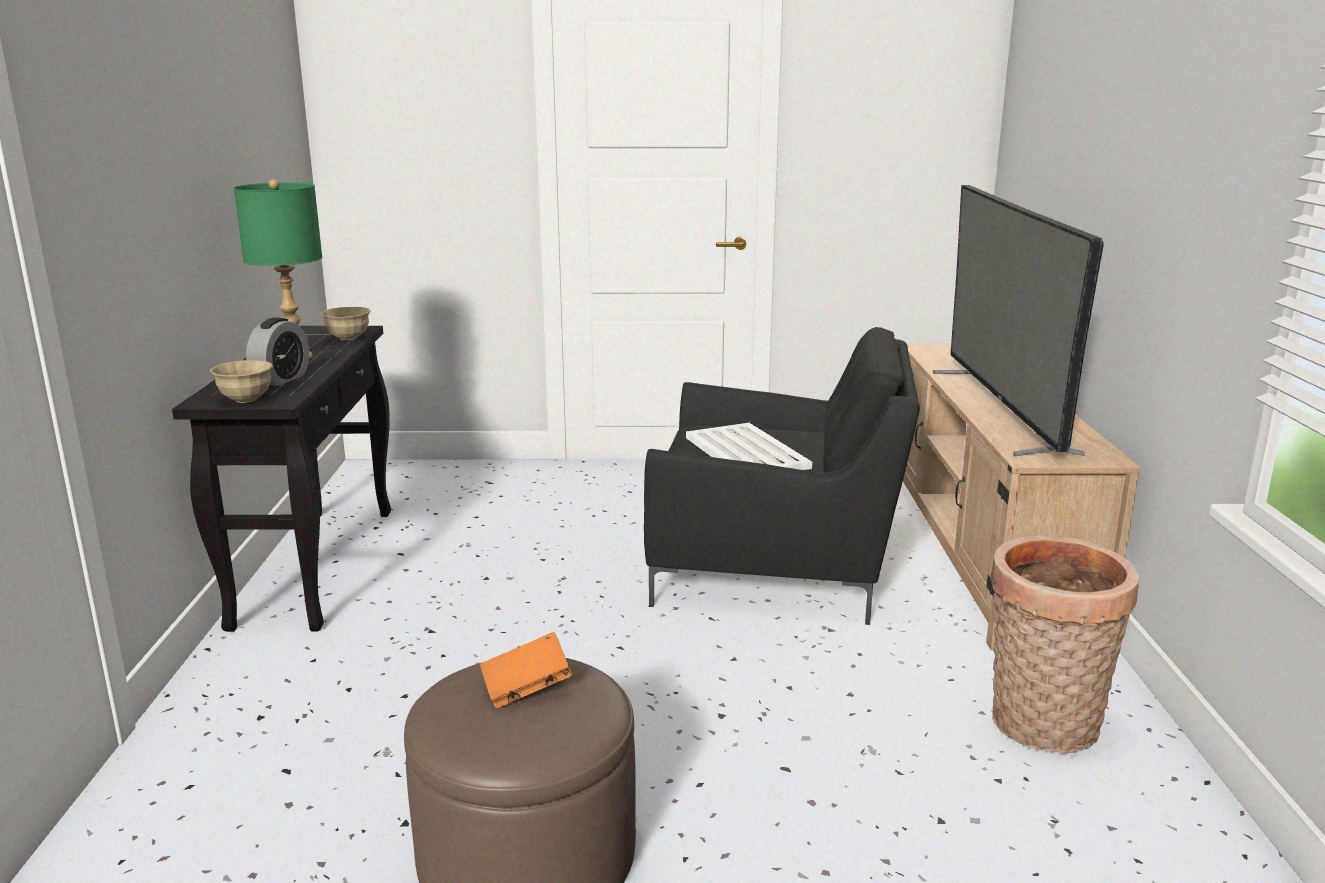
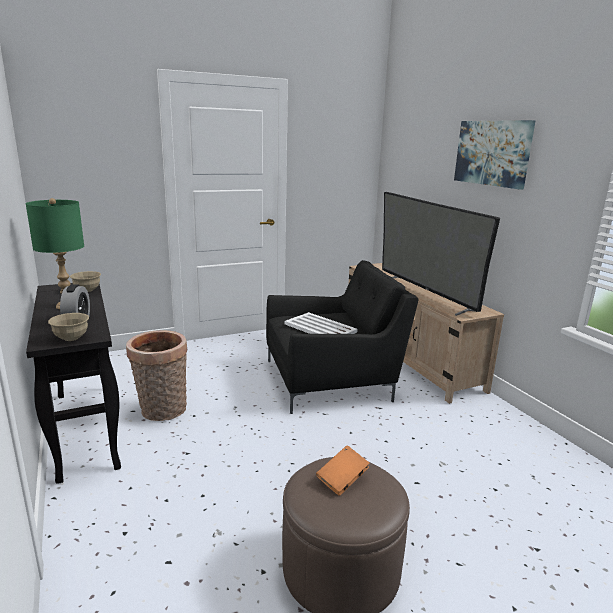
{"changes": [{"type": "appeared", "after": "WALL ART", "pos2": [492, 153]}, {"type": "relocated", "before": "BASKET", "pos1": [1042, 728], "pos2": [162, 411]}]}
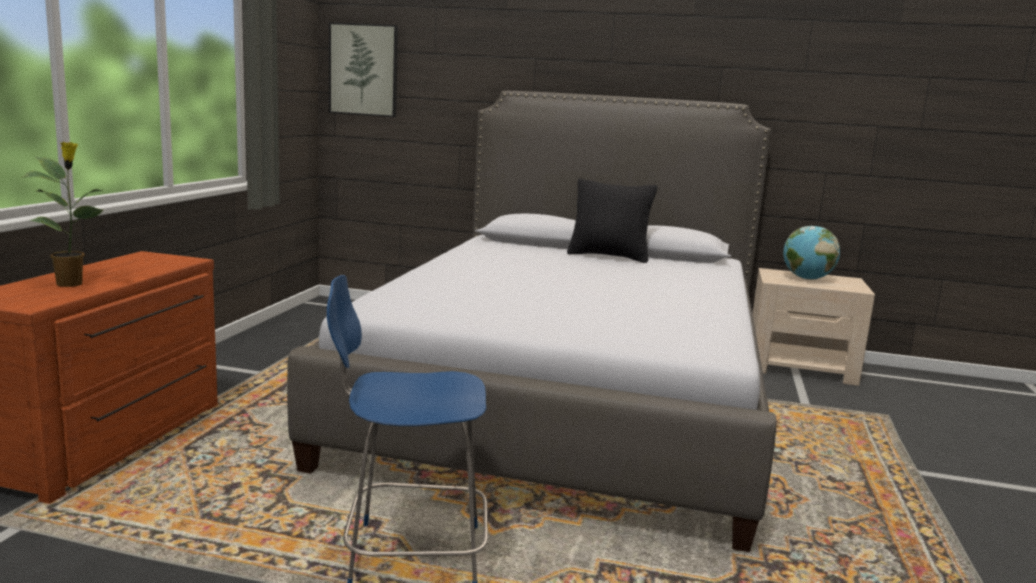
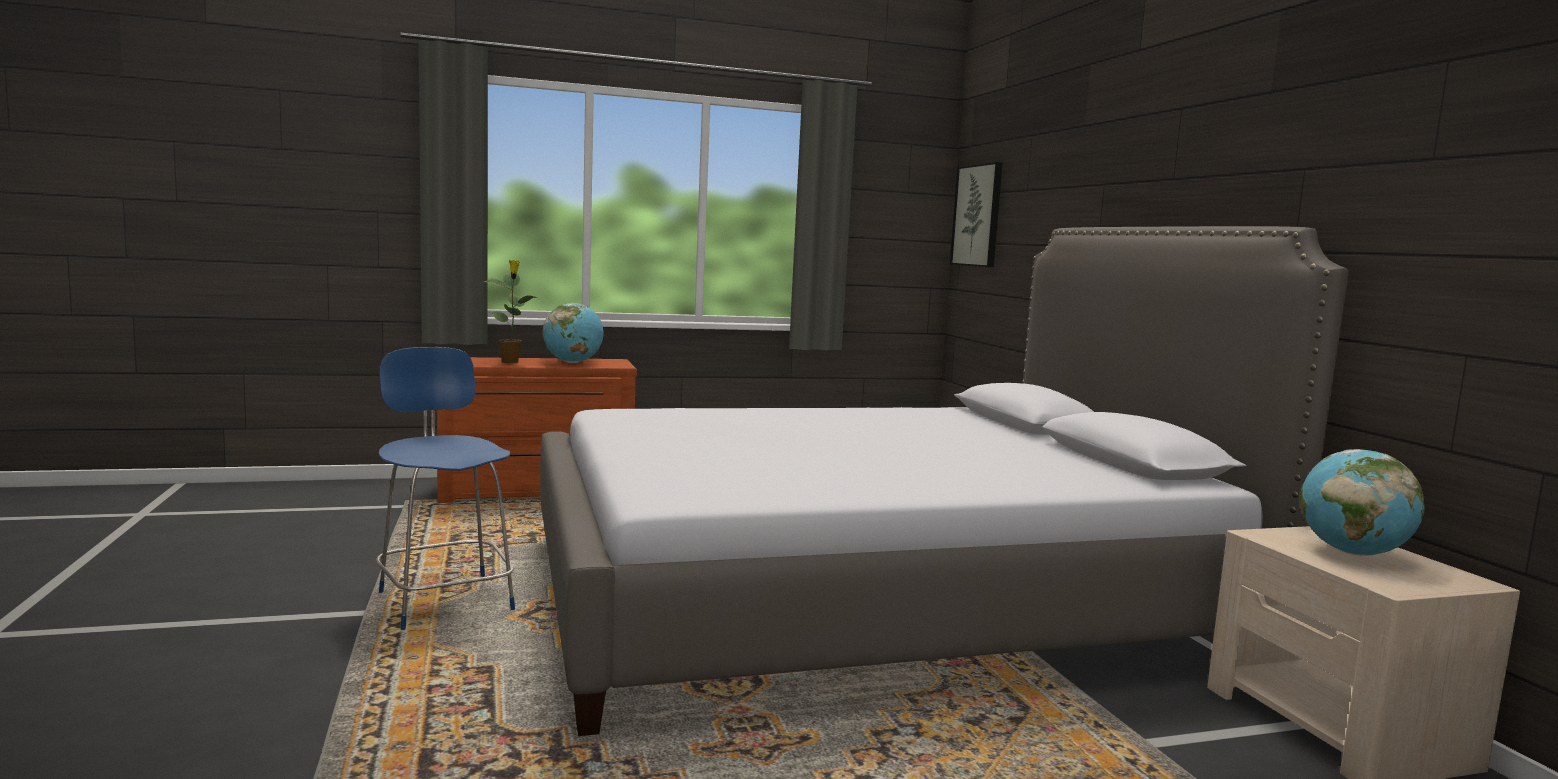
{"changes": [{"type": "missing", "before": "BLACK CUSHION", "pos1": [608, 256]}, {"type": "appeared", "after": "WORLD GLOBE", "pos2": [573, 362]}]}
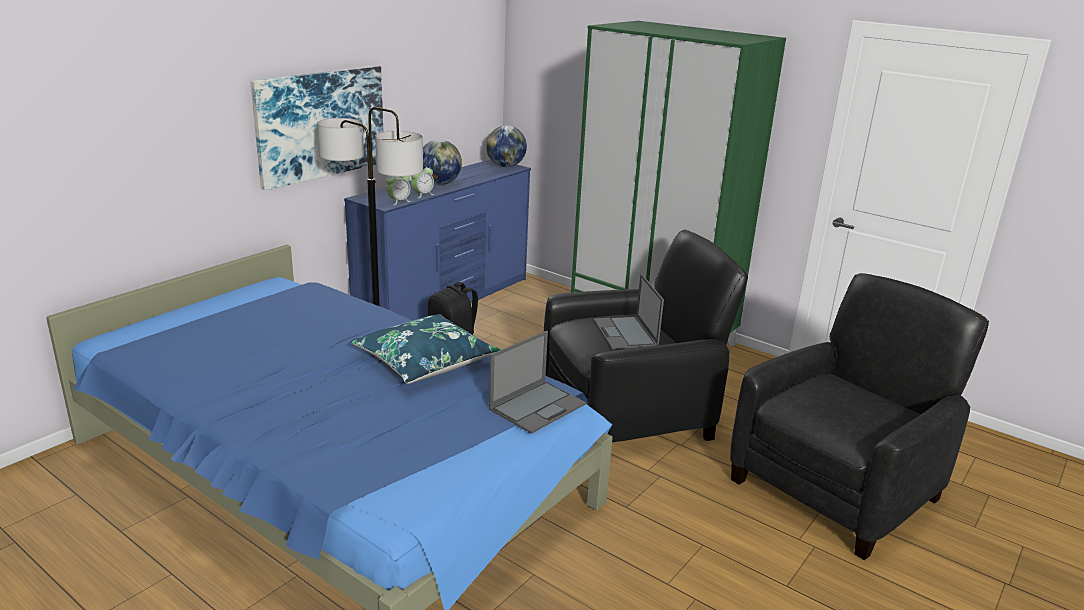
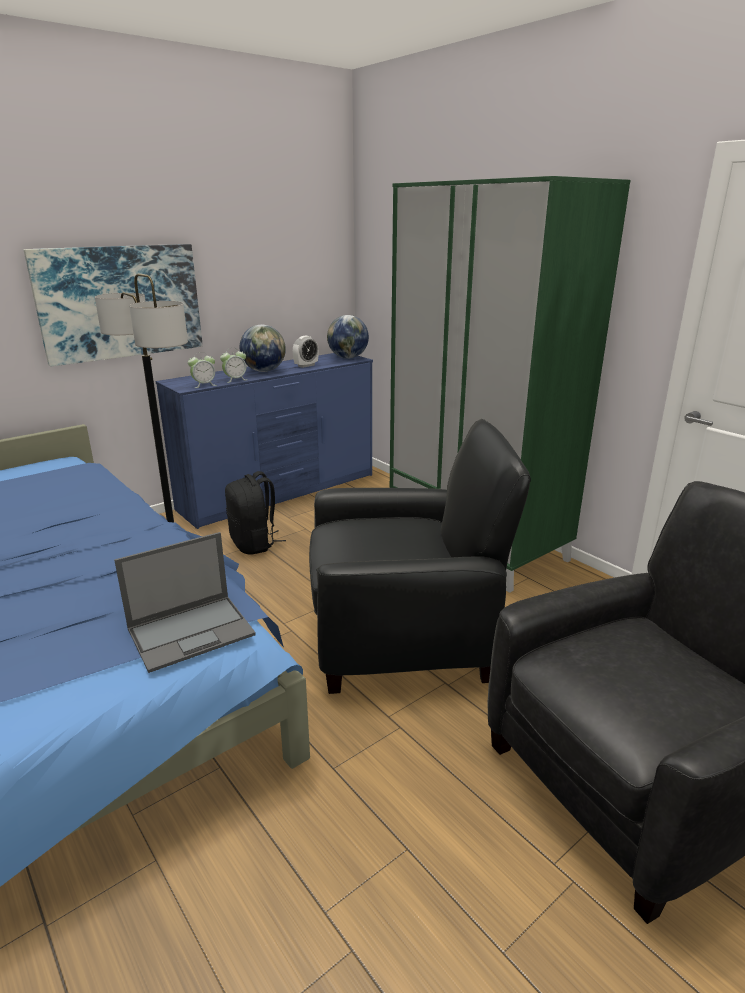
{"changes": [{"type": "missing", "before": "BLUISH CUSHION", "pos1": [425, 361]}, {"type": "missing", "before": "PORTABLE COMPUTER", "pos1": [625, 333]}, {"type": "appeared", "after": "ALARM CLOCK", "pos2": [306, 365]}]}
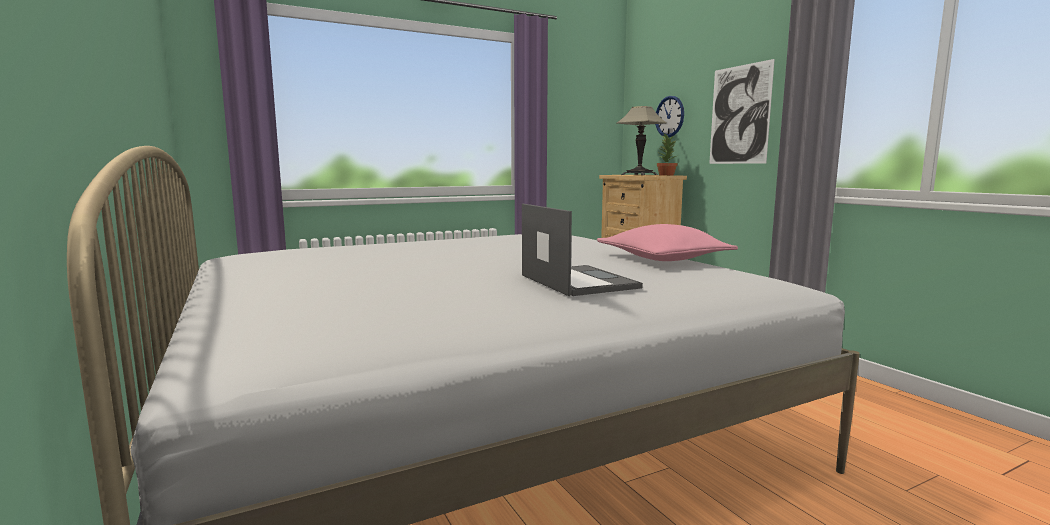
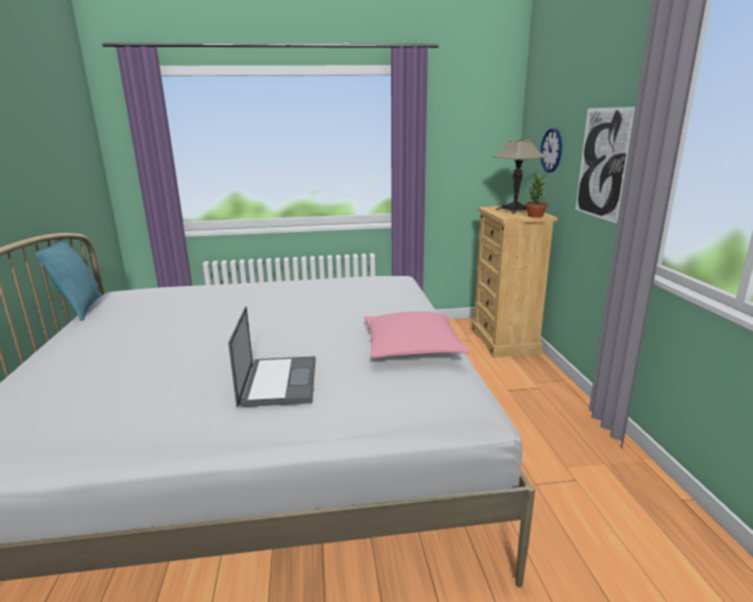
{"changes": [{"type": "appeared", "after": "TURQUOISE CUSHION", "pos2": [80, 309]}]}
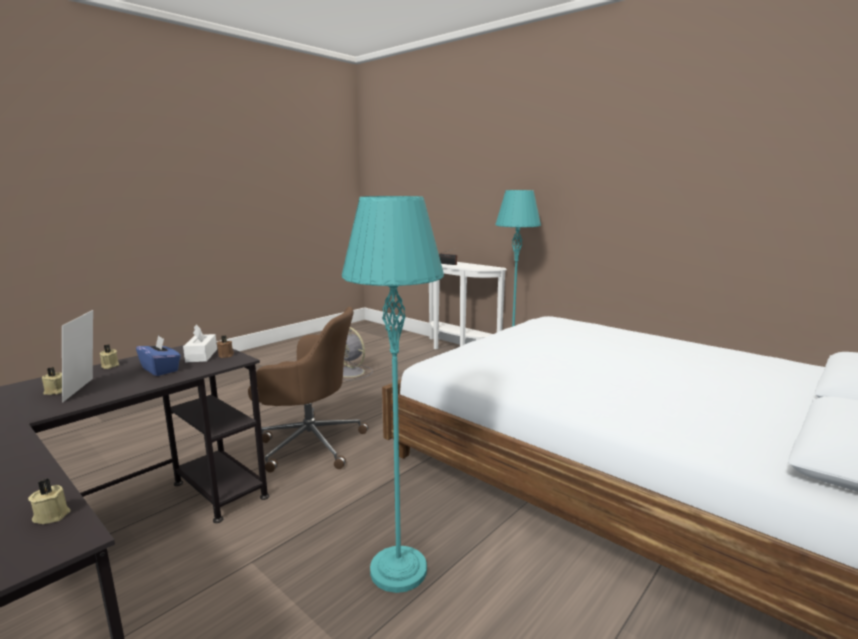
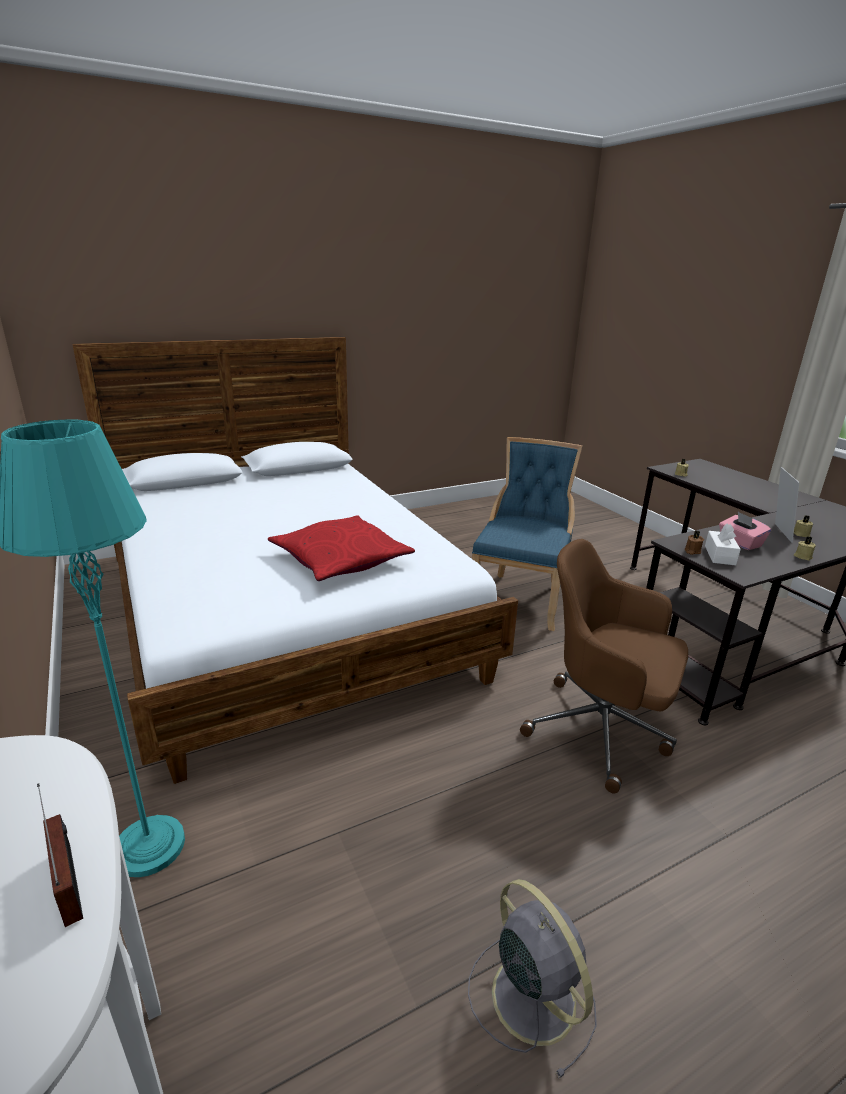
{"changes": [{"type": "appeared", "after": "REDDISH CUSHION", "pos2": [340, 560]}, {"type": "exchanged", "before": "TURQUOISE FLOOR LAMP", "after": "BLUISH PLAIN CHAIR", "pos1": [398, 570], "pos2": [520, 598]}, {"type": "colour", "before": "BLUISH BOX OF TISSUES", "after": "PINK-COLOURED BOX OF TISSUES", "pos1": [161, 369], "pos2": [739, 543]}]}
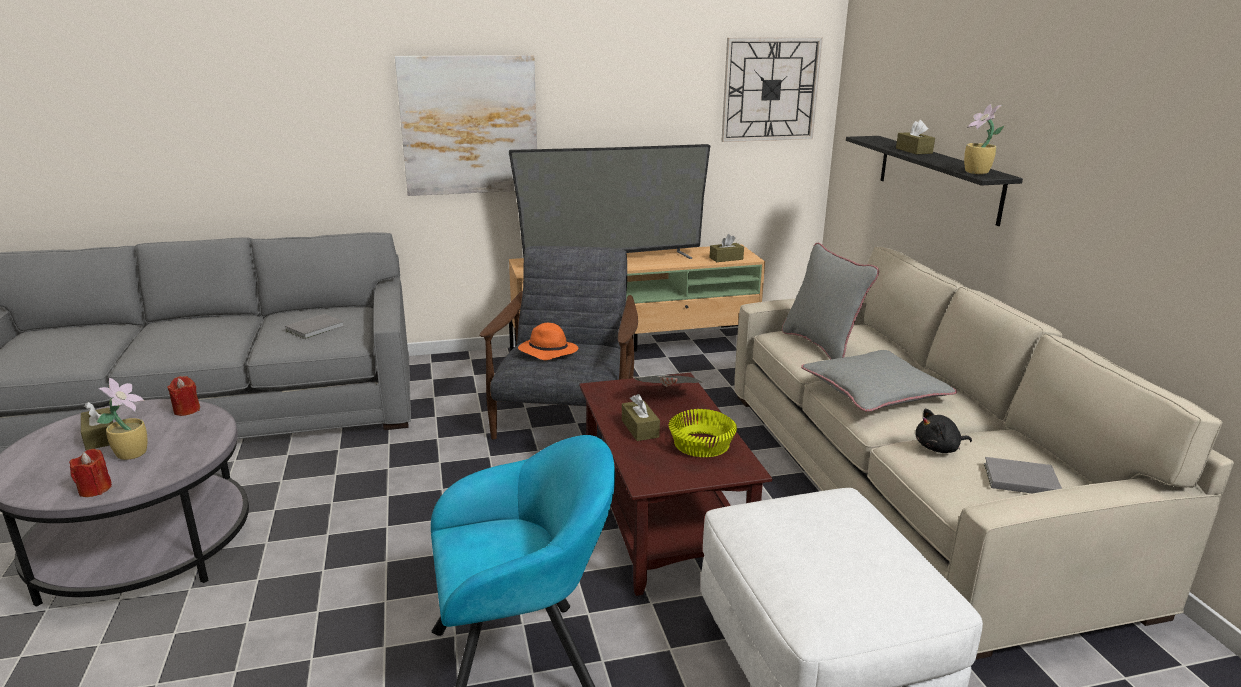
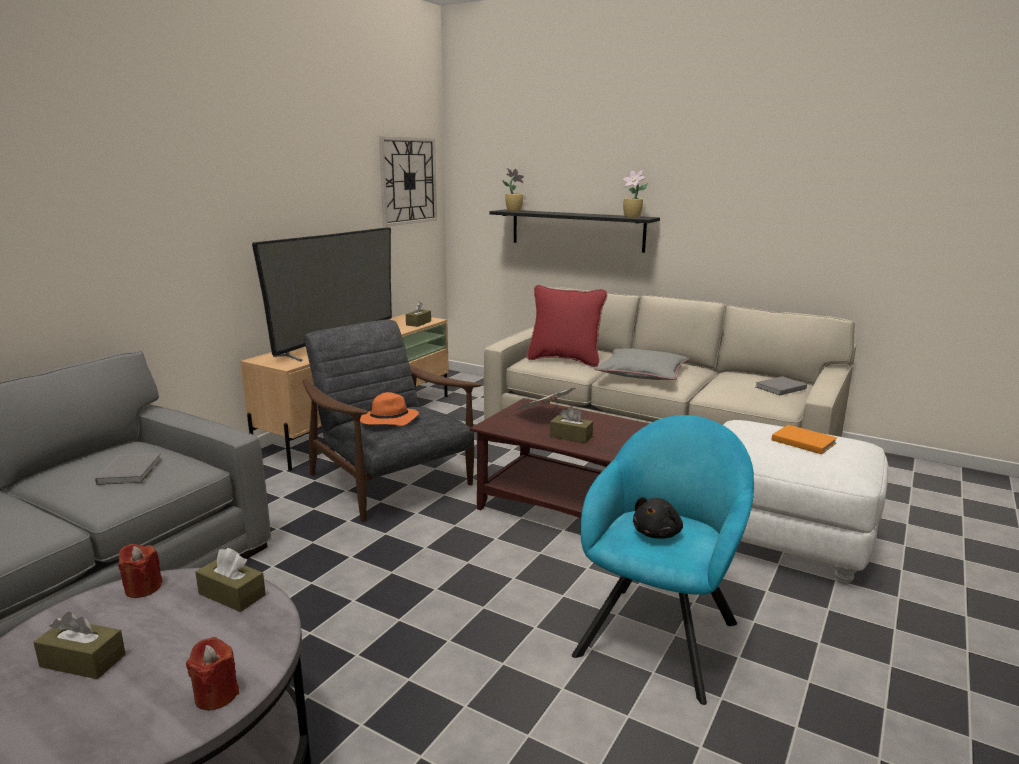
{"changes": [{"type": "missing", "before": "WALL ART", "pos1": [469, 125]}, {"type": "missing", "before": "YELLOW BOWL", "pos1": [702, 444]}, {"type": "appeared", "after": "ORANGEY VOLUME", "pos2": [802, 441]}, {"type": "relocated", "before": "PLANT IN A POT", "pos1": [133, 453], "pos2": [513, 210]}, {"type": "relocated", "before": "BROWN-COLOURED BOX OF TISSUES", "pos1": [914, 151], "pos2": [232, 594]}, {"type": "relocated", "before": "BLACK PLUSH TOY", "pos1": [939, 448], "pos2": [657, 533]}, {"type": "colour", "before": "GREYISH CUSHION", "after": "REDDISH CUSHION", "pos1": [822, 345], "pos2": [564, 360]}]}
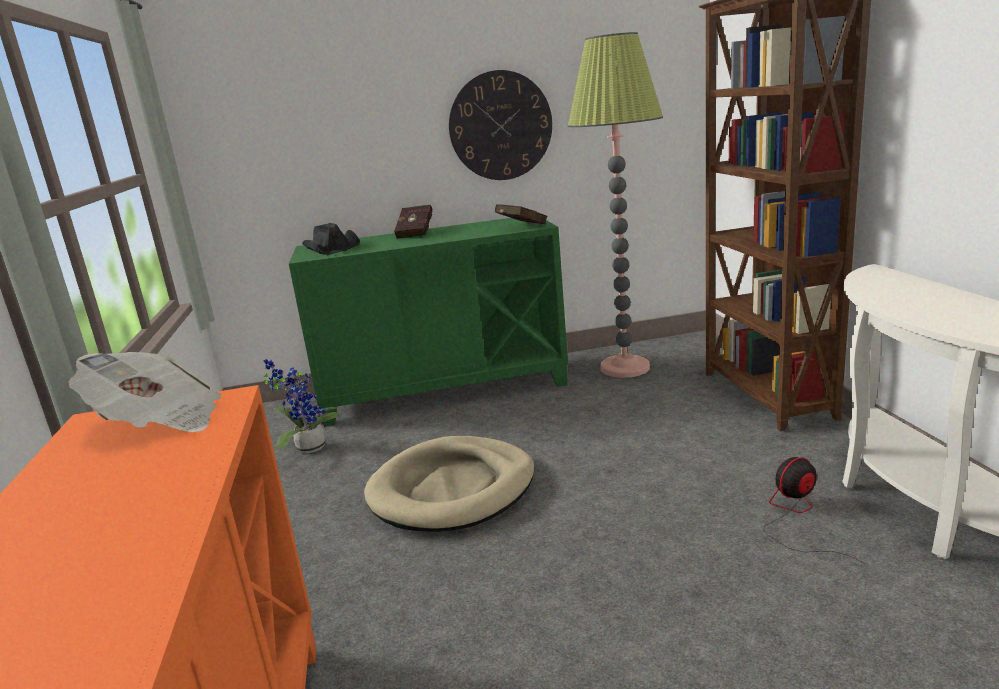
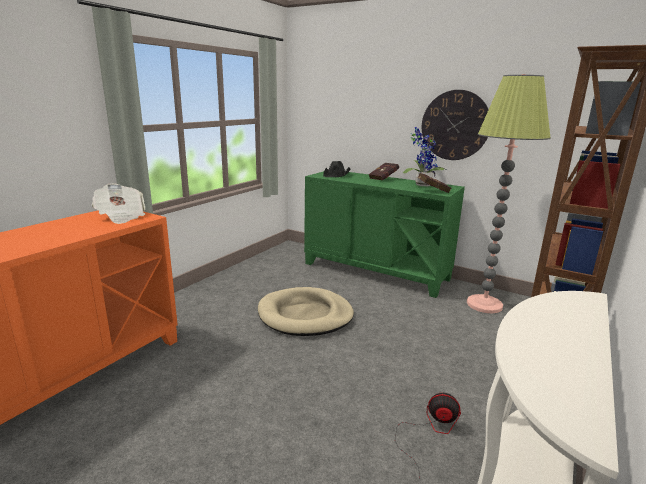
{"changes": [{"type": "relocated", "before": "PLANT IN A POT", "pos1": [307, 448], "pos2": [421, 184]}]}
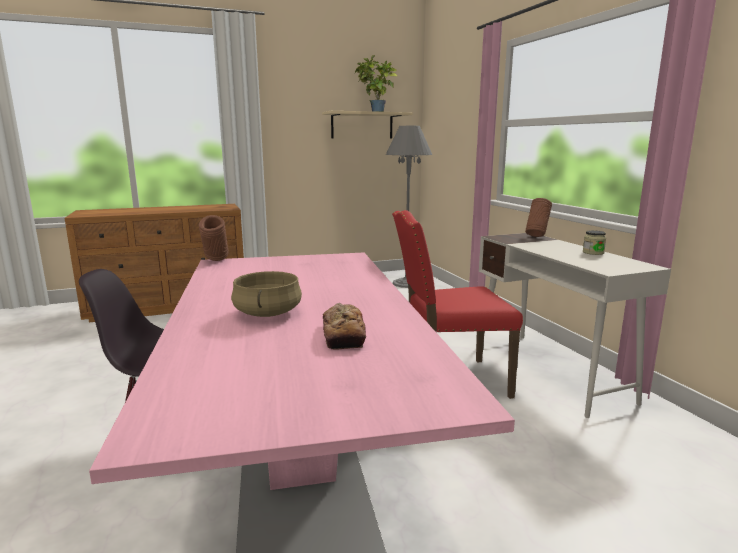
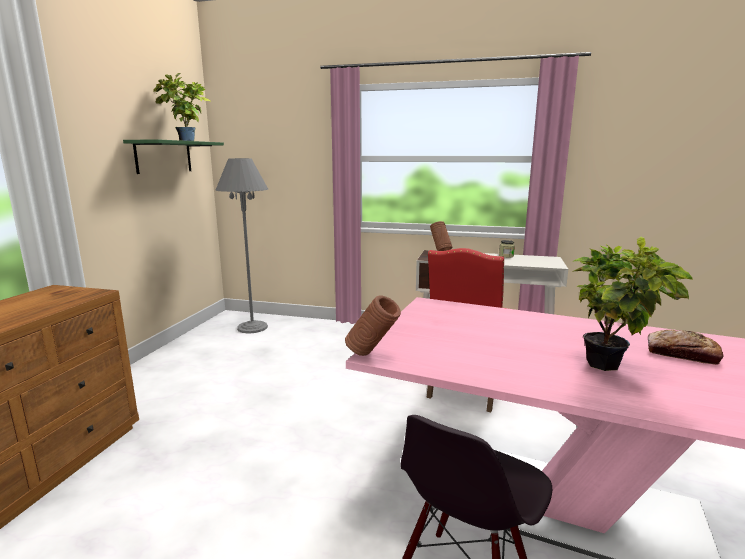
{"changes": [{"type": "exchanged", "before": "SAND-COLOURED SAUCEPOT", "after": "PLANT IN A POT", "pos1": [268, 313], "pos2": [612, 367]}, {"type": "colour", "before": "SAND-COLOURED BRACKET SHELF", "after": "GREEN-COLOURED BRACKET SHELF", "pos1": [362, 125], "pos2": [164, 157]}]}
